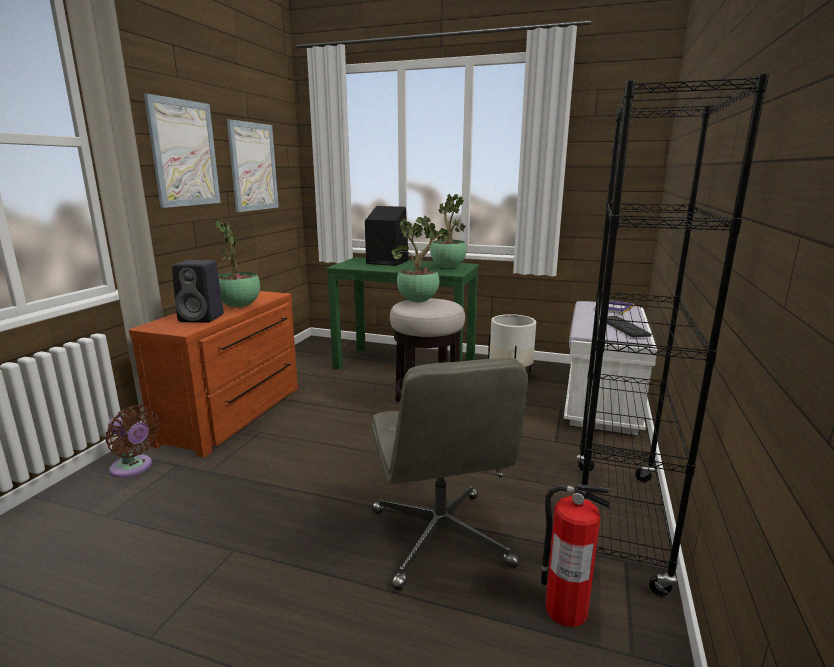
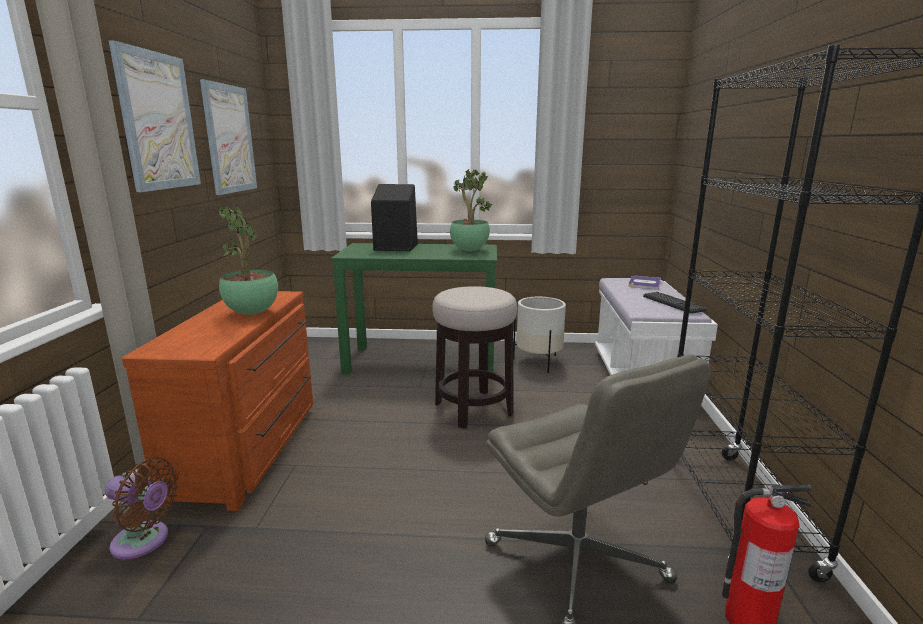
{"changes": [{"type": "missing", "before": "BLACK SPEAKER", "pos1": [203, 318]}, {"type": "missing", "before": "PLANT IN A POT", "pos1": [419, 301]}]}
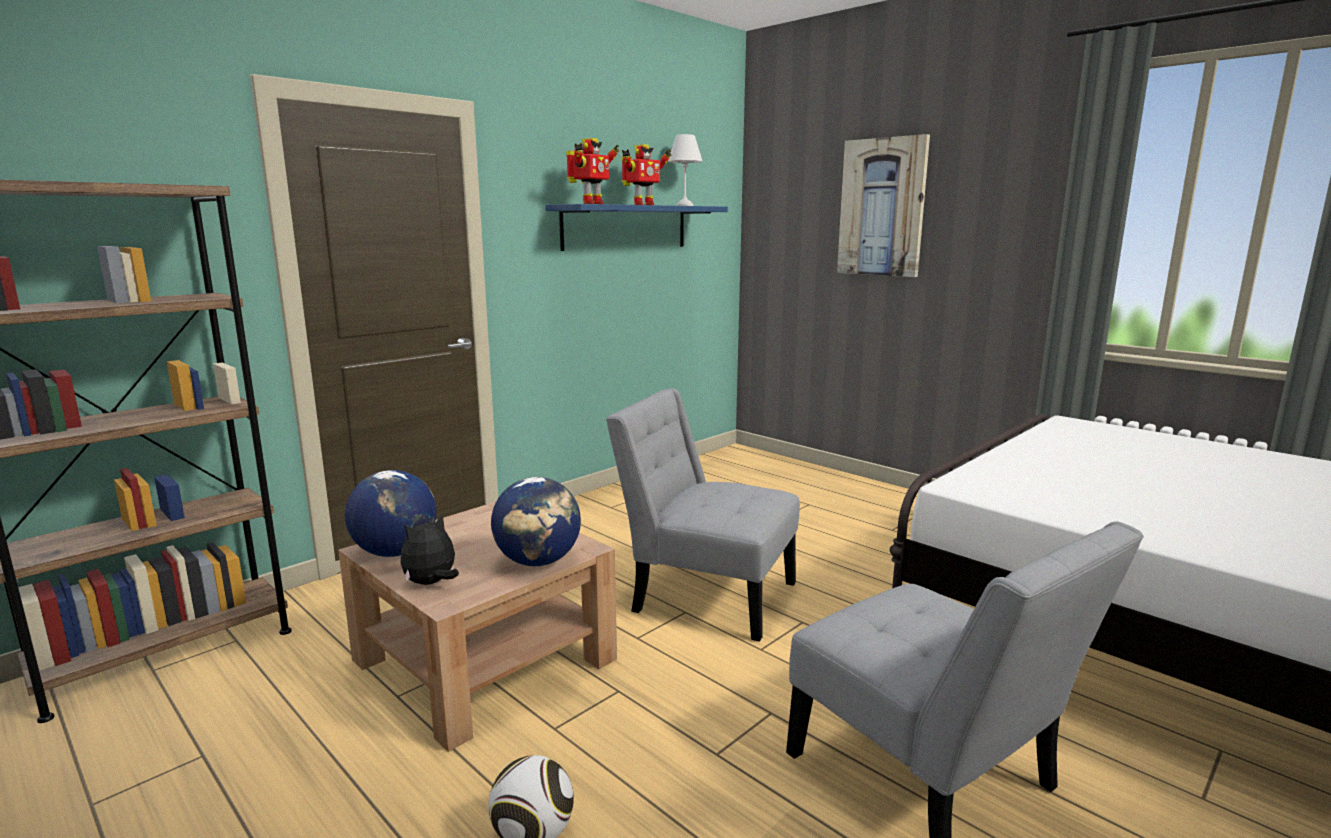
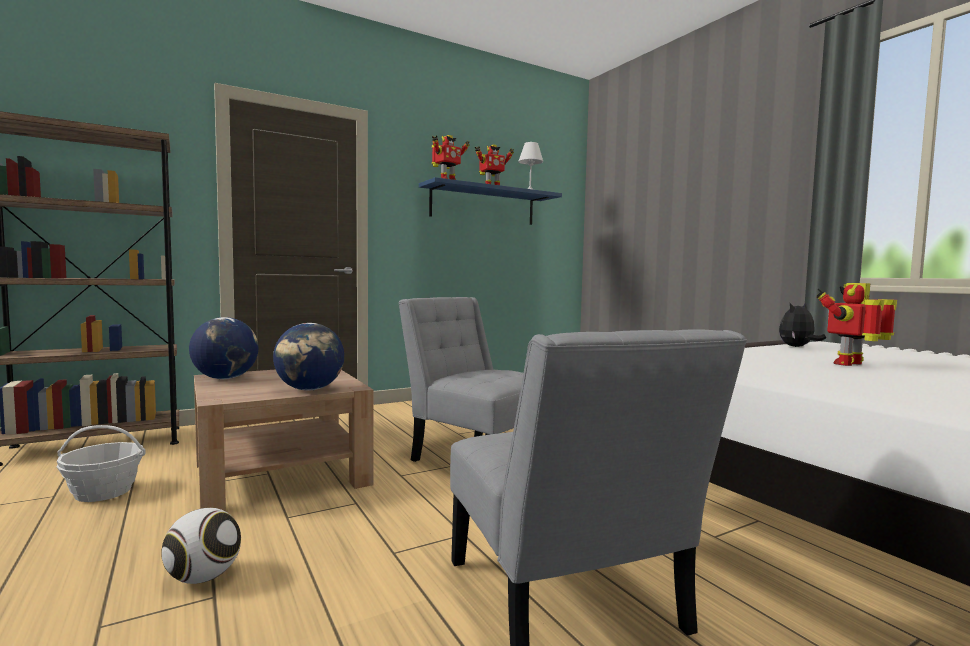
{"changes": [{"type": "missing", "before": "WALL ART", "pos1": [882, 207]}, {"type": "appeared", "after": "BASKET", "pos2": [103, 492]}, {"type": "appeared", "after": "MODEL ROBOT", "pos2": [852, 364]}, {"type": "relocated", "before": "PLUSH TOY", "pos1": [431, 583], "pos2": [797, 347]}]}
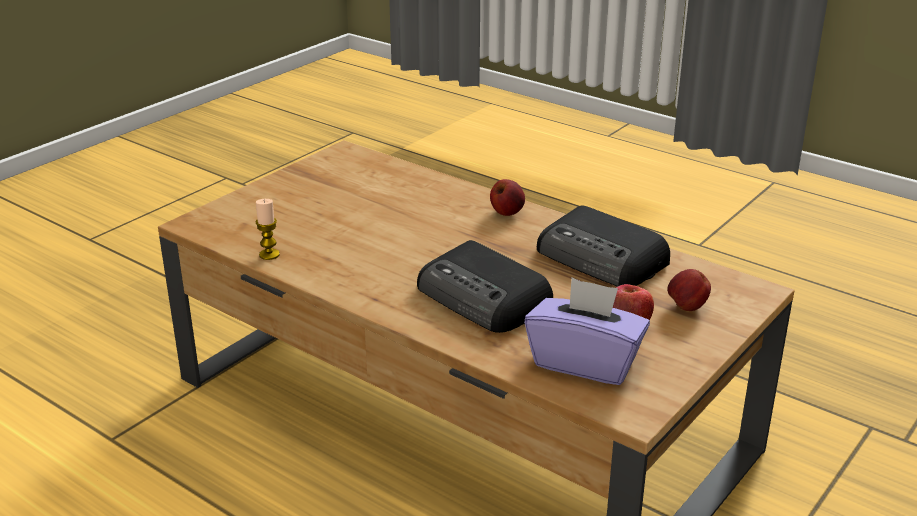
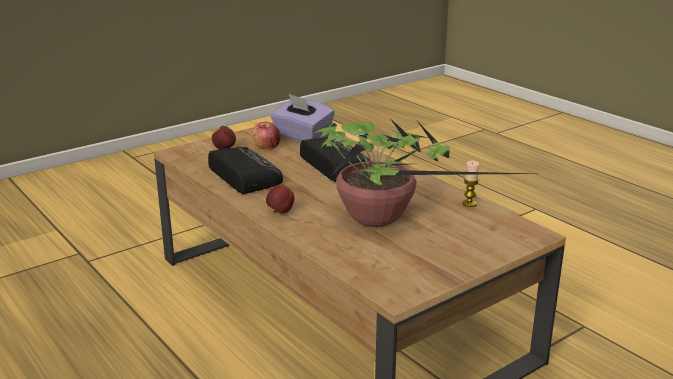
{"changes": [{"type": "appeared", "after": "PLANT IN A POT", "pos2": [381, 220]}]}
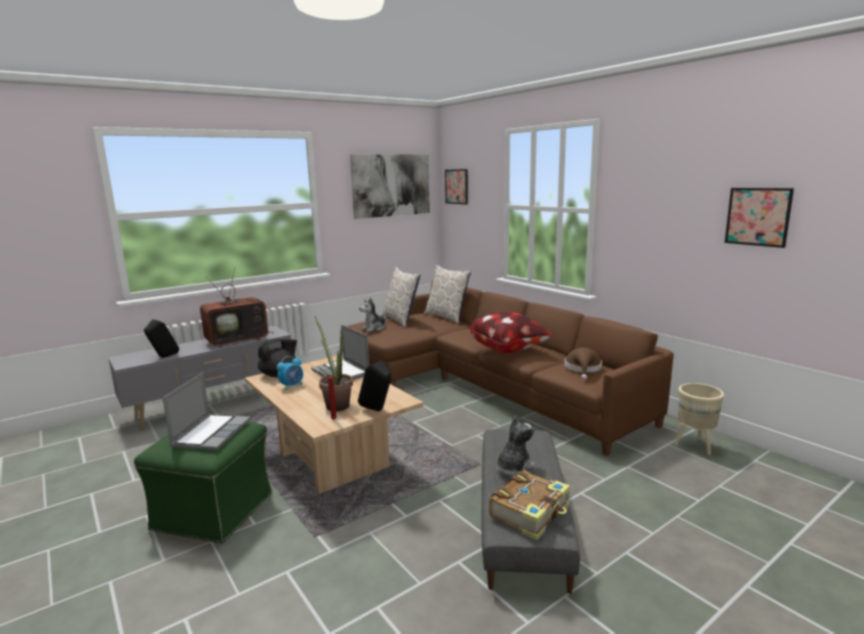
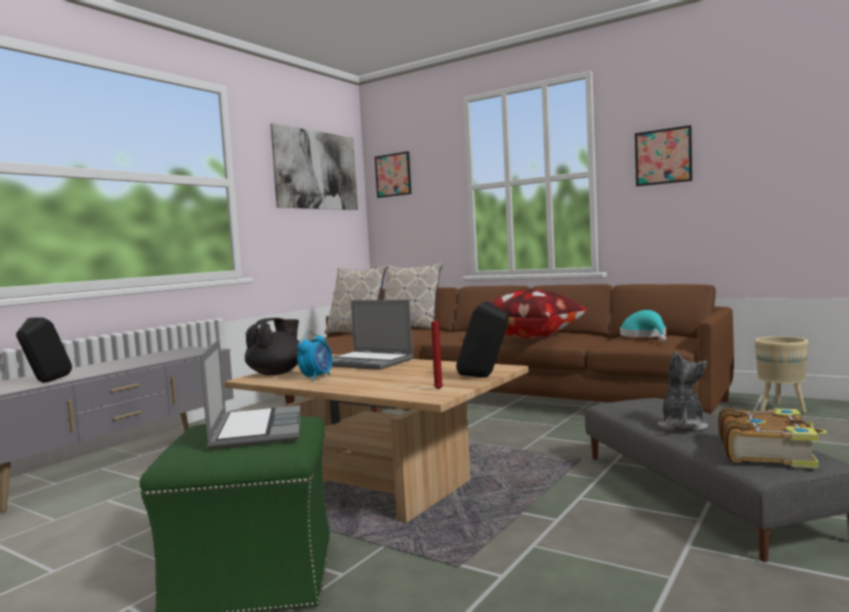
{"changes": [{"type": "missing", "before": "TV SET", "pos1": [238, 340]}, {"type": "missing", "before": "PLANT IN A POT", "pos1": [335, 404]}, {"type": "missing", "before": "PLUSH TOY", "pos1": [374, 328]}, {"type": "relocated", "before": "WALL ART", "pos1": [758, 216], "pos2": [663, 156]}, {"type": "colour", "before": "BROWN-COLOURED HAT", "after": "TURQUOISE HAT", "pos1": [583, 368], "pos2": [645, 336]}]}
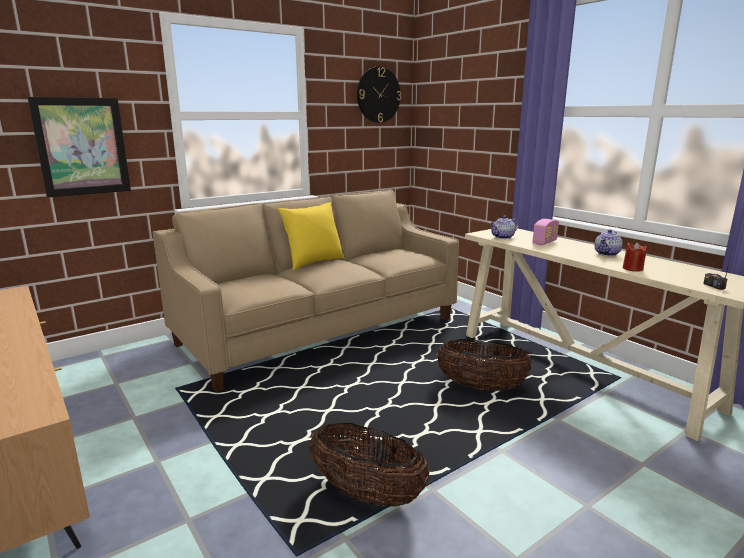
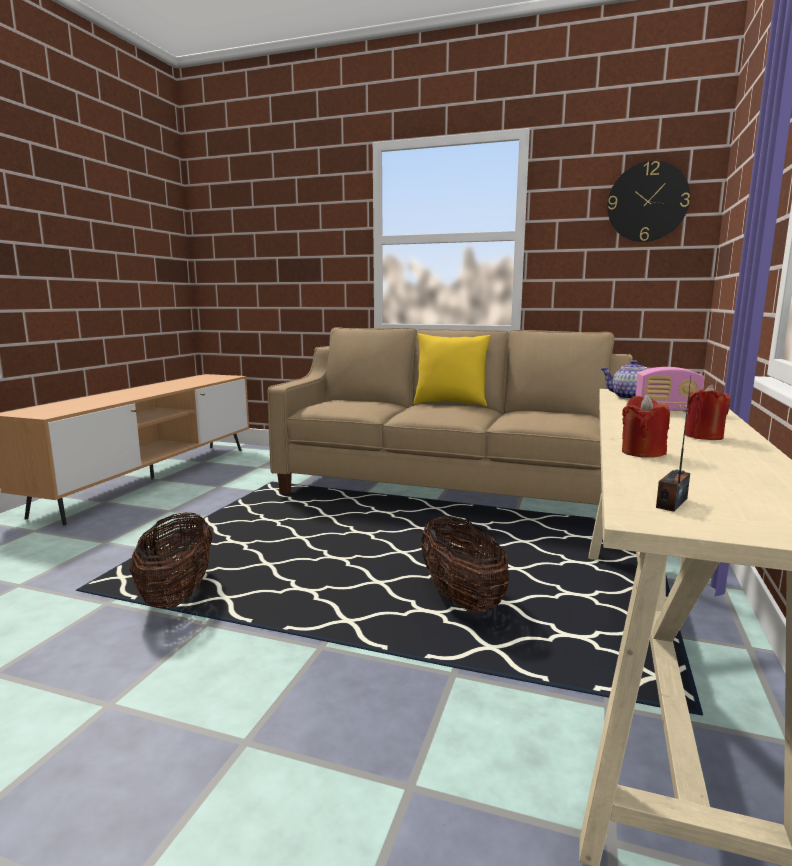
{"changes": [{"type": "missing", "before": "WALL ART", "pos1": [82, 146]}, {"type": "exchanged", "before": "TEA POT", "after": "REDDISH WAX CANDLE", "pos1": [607, 254], "pos2": [703, 436]}]}
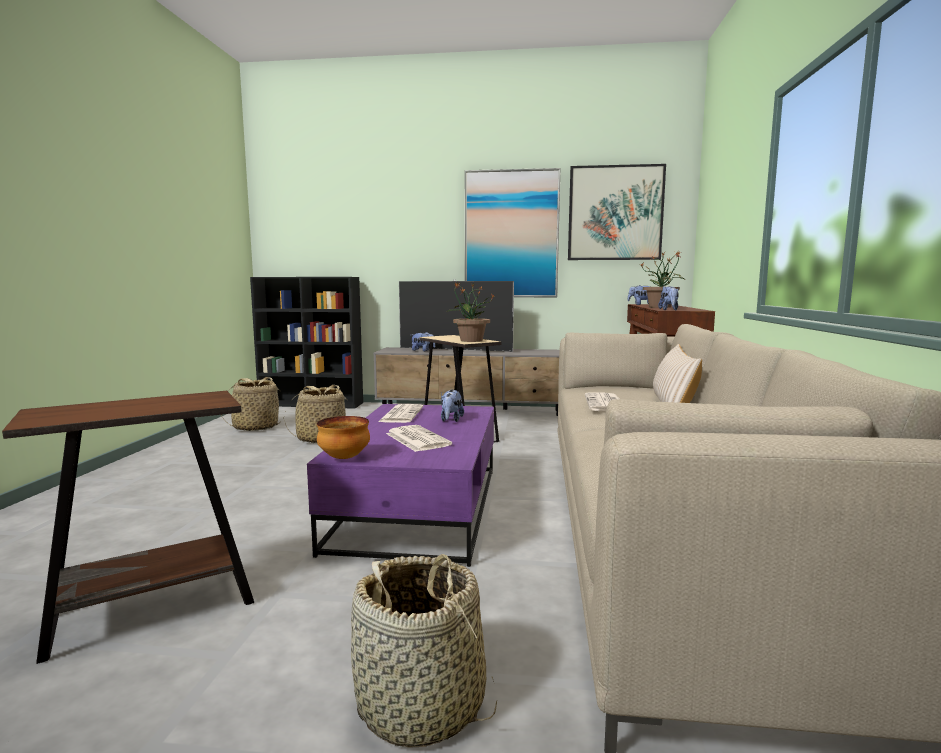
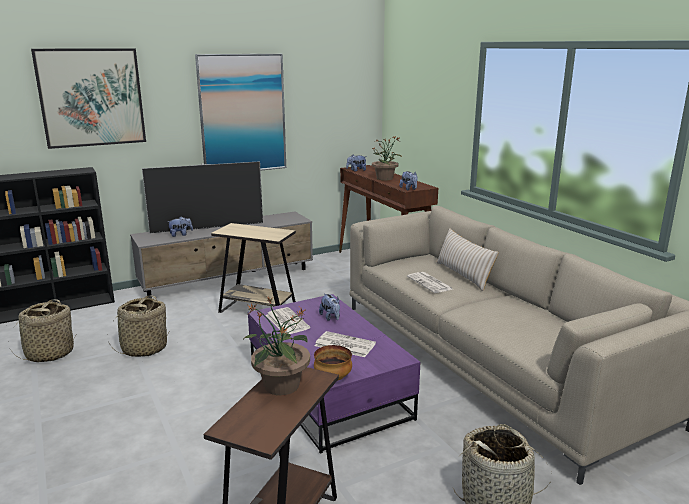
{"changes": [{"type": "relocated", "before": "PLANT IN A POT", "pos1": [470, 340], "pos2": [281, 386]}, {"type": "relocated", "before": "WALL ART", "pos1": [615, 213], "pos2": [91, 97]}]}
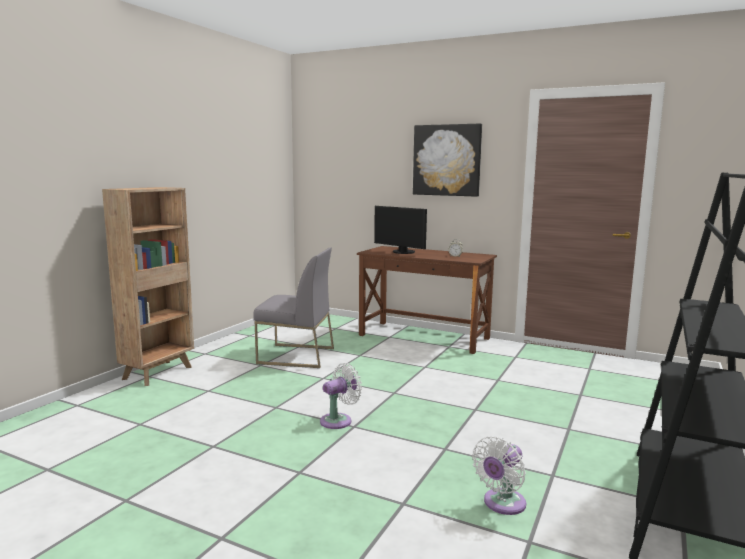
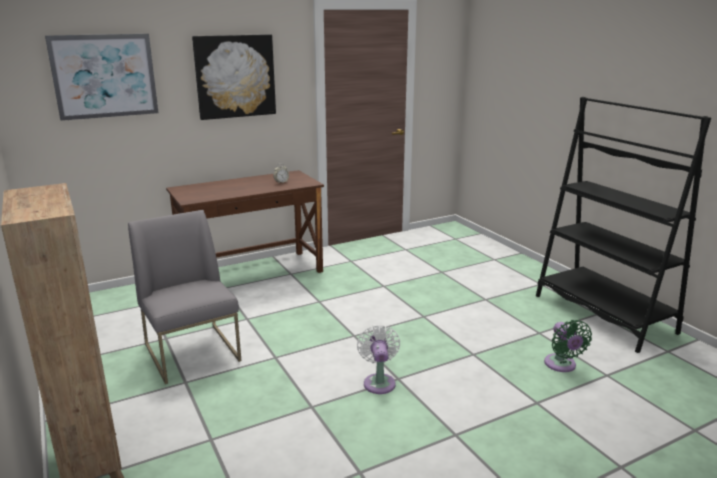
{"changes": [{"type": "missing", "before": "COMPUTER SCREEN", "pos1": [402, 252]}, {"type": "appeared", "after": "WALL ART", "pos2": [104, 76]}, {"type": "colour", "before": "WHITE-COLOURED ELECTRIC FAN", "after": "GREEN-COLOURED ELECTRIC FAN", "pos1": [502, 504], "pos2": [561, 365]}, {"type": "spun", "before": "GREYISH PLAIN CHAIR", "pos1": [295, 356], "pos2": [193, 353], "turn": -75}]}
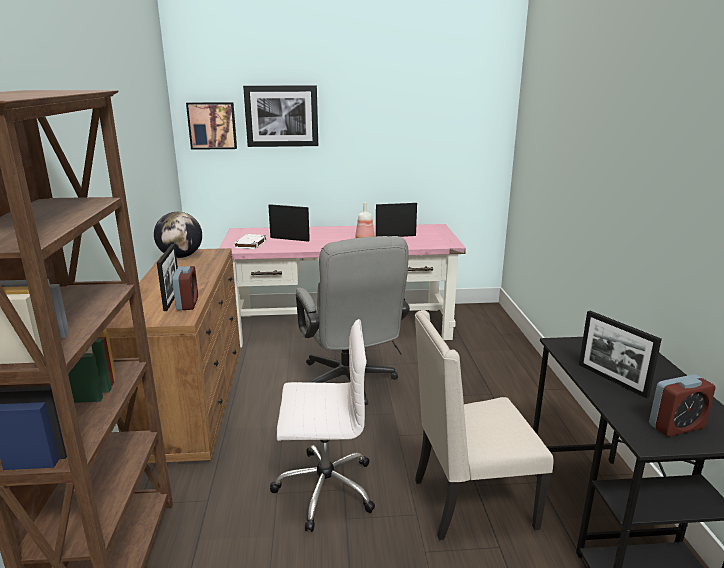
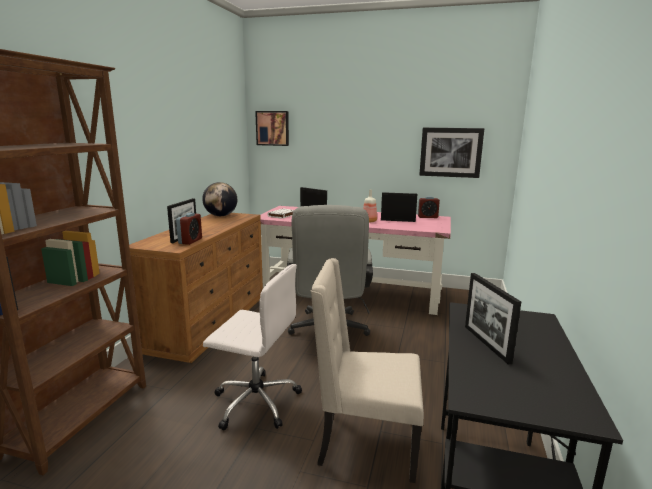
{"changes": [{"type": "relocated", "before": "WALL ART", "pos1": [281, 116], "pos2": [450, 152]}, {"type": "relocated", "before": "ALARM CLOCK", "pos1": [676, 426], "pos2": [427, 217]}]}
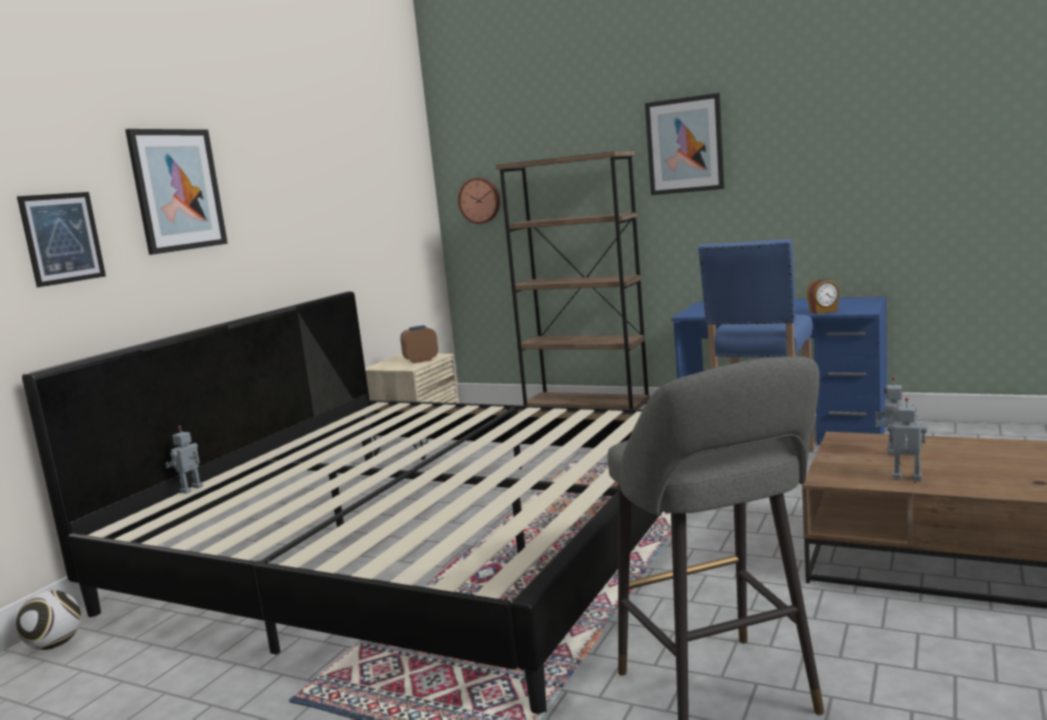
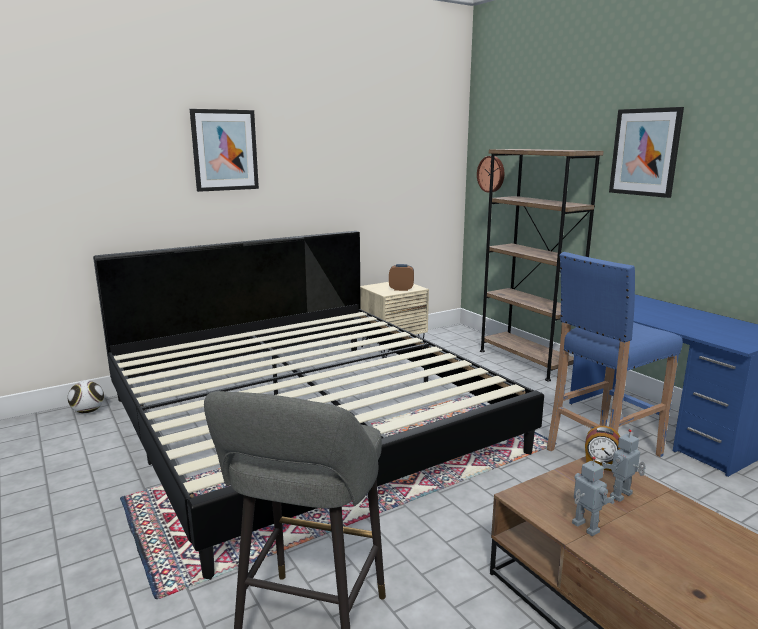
{"changes": [{"type": "missing", "before": "WALL ART", "pos1": [62, 238]}, {"type": "missing", "before": "MODEL ROBOT", "pos1": [192, 489]}, {"type": "relocated", "before": "ALARM CLOCK", "pos1": [823, 311], "pos2": [600, 465]}]}
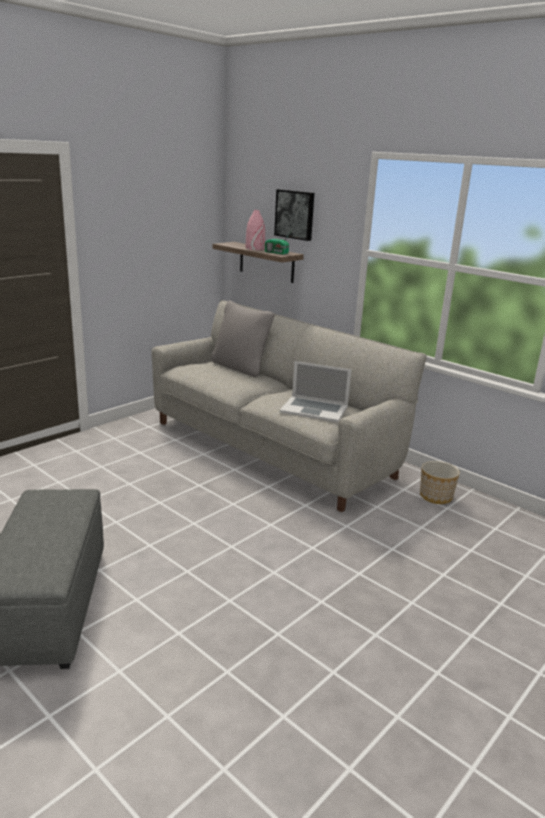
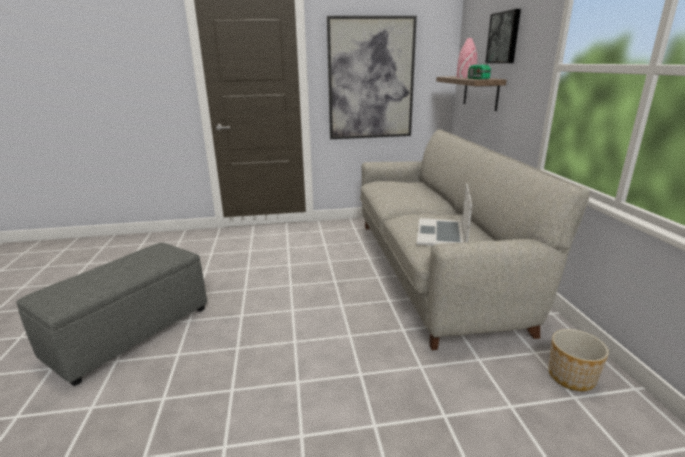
{"changes": [{"type": "missing", "before": "GREYISH CUSHION", "pos1": [240, 367]}, {"type": "appeared", "after": "WALL ART", "pos2": [371, 79]}, {"type": "spun", "before": "PORTABLE COMPUTER", "pos1": [314, 409], "pos2": [442, 233], "turn": 45}]}
